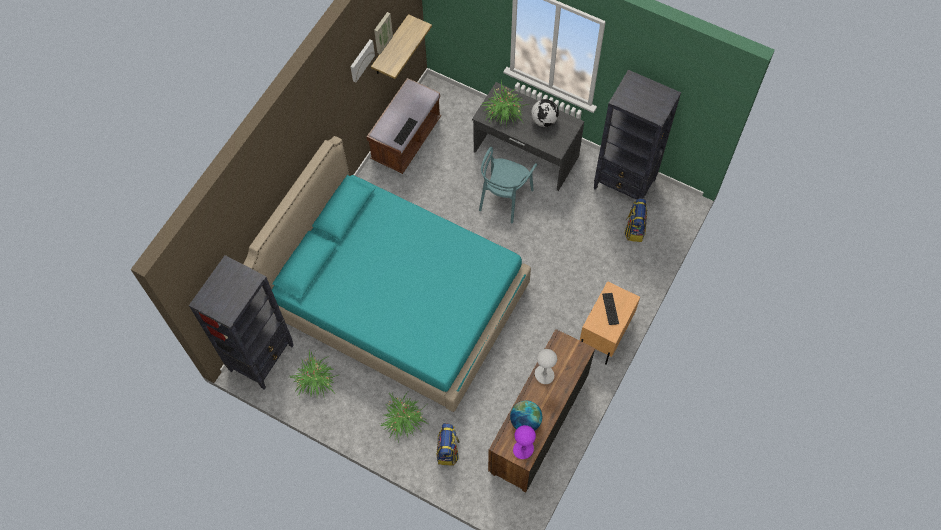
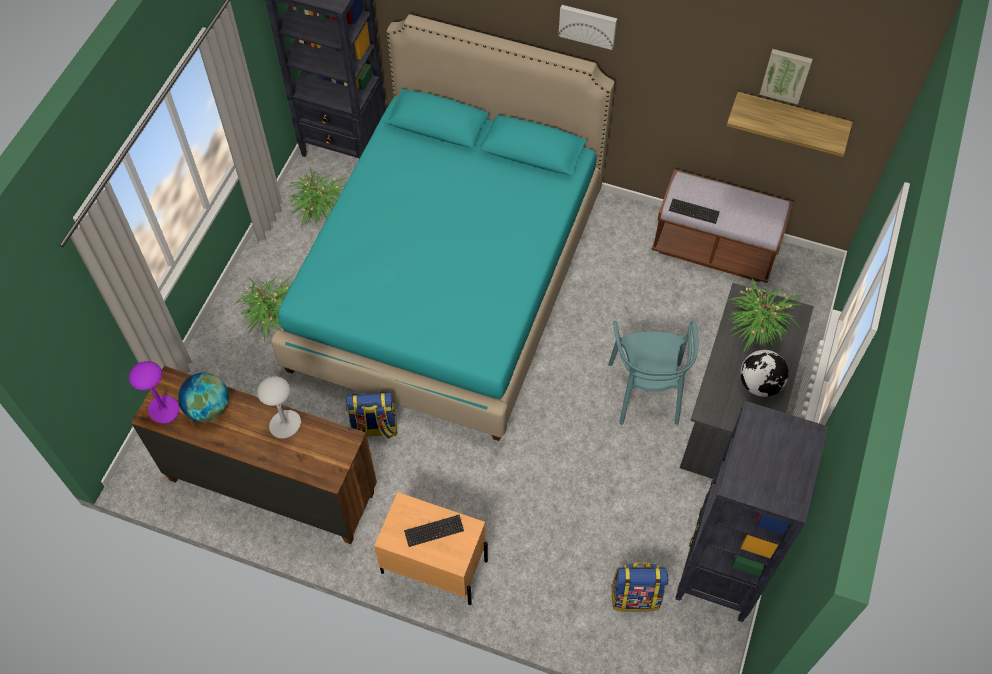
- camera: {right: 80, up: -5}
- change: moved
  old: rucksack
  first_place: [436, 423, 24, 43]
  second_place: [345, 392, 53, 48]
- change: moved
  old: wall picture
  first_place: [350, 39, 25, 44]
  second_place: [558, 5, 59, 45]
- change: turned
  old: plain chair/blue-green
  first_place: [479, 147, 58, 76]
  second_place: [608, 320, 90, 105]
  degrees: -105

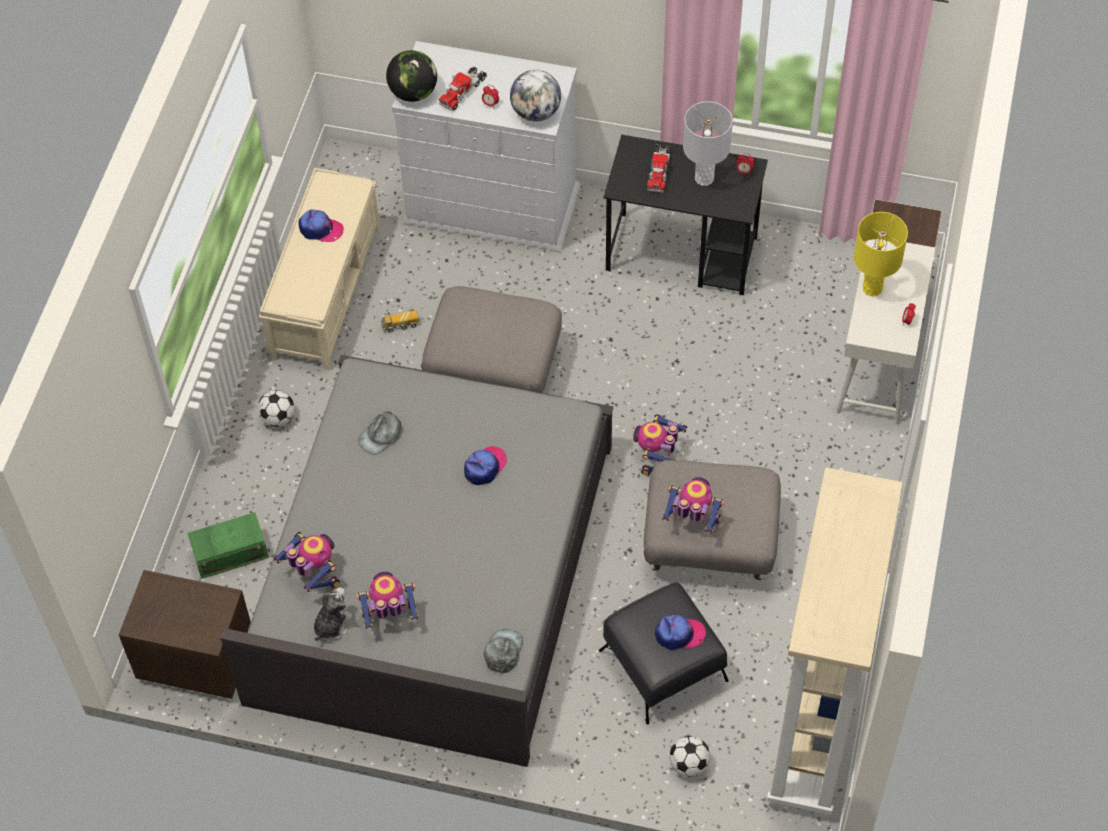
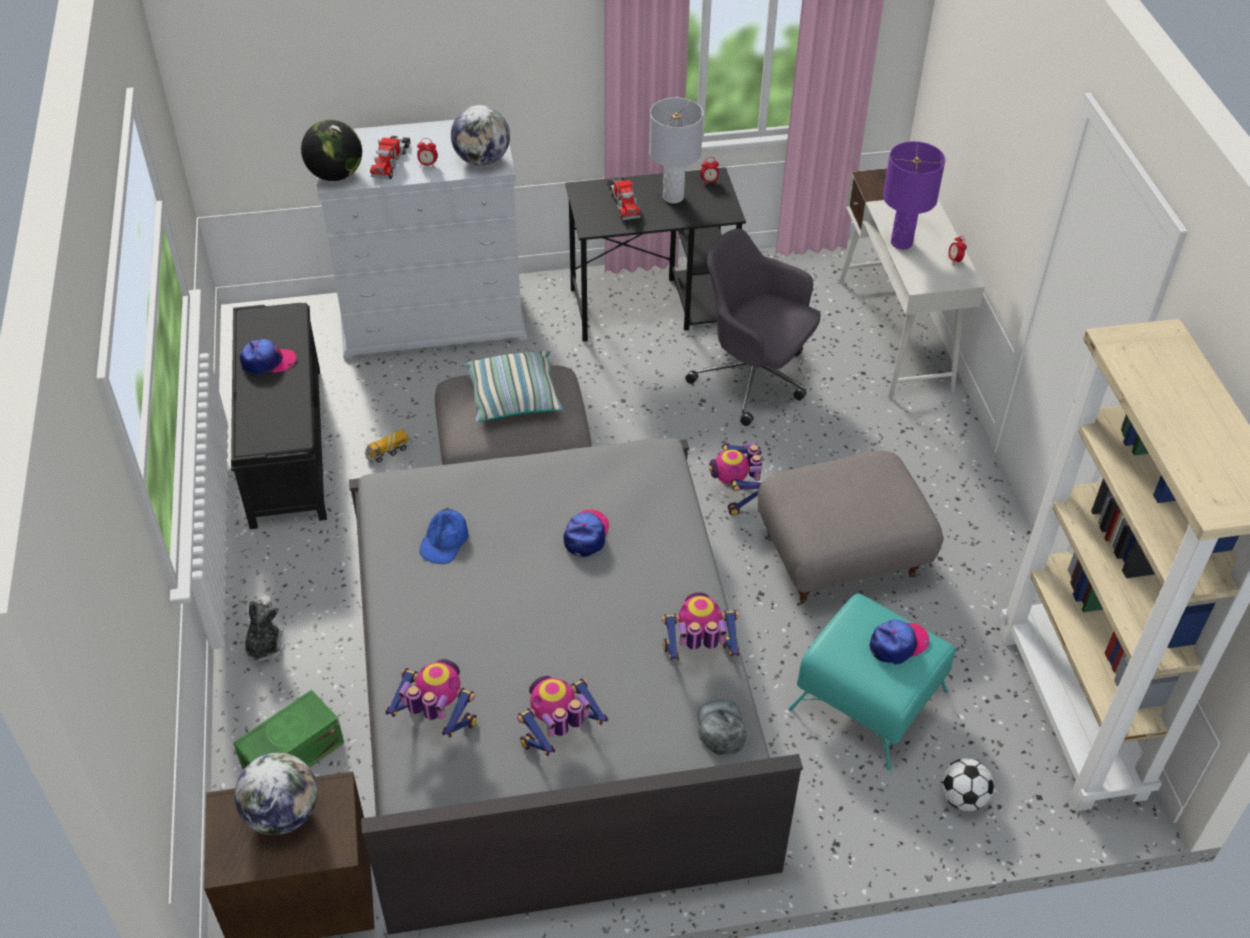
- camera: {right: -25, up: -10}
- change: recoloured
  old: bench/sand-coloured
  new: bench/blackish
  first_place: [259, 168, 121, 202]
  second_place: [231, 303, 96, 226]
- change: added
  new: world globe
  second_place: [235, 753, 82, 82]
- change: moved
  old: plush toy
  first_place: [314, 587, 38, 54]
  second_place: [244, 595, 41, 67]
- change: recoloured
  old: cap/greyish
  new: cap/bluish
  first_place: [358, 411, 44, 44]
  second_place: [420, 508, 49, 56]
- change: added
  new: pillow
  second_place: [464, 351, 99, 71]
- change: moved
  old: robot figure
  first_place: [662, 477, 62, 56]
  second_place: [662, 592, 78, 68]
- change: added
  new: office chair/greyish
  second_place: [685, 229, 136, 197]
- change: recoloured
  old: pouffe/blackish
  new: pouffe/blue-green
  first_place: [599, 582, 130, 143]
  second_place: [788, 593, 168, 178]
- change: recoloured
  old: tabletop lamp/yellow-coloured
  new: tabletop lamp/purple
  first_place: [854, 212, 54, 84]
  second_place: [883, 141, 63, 109]
- change: removed
  old: ball for football
  first_place: [258, 390, 37, 37]

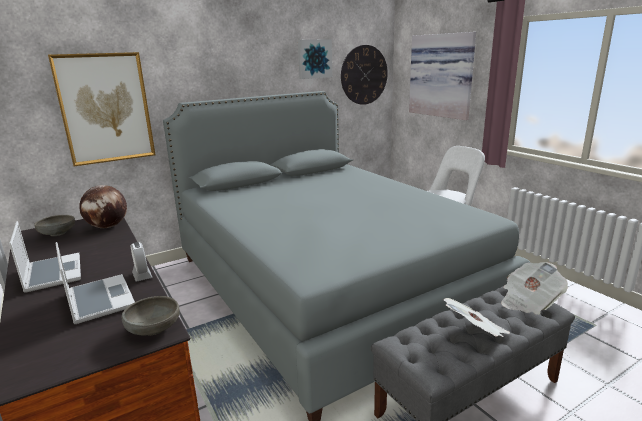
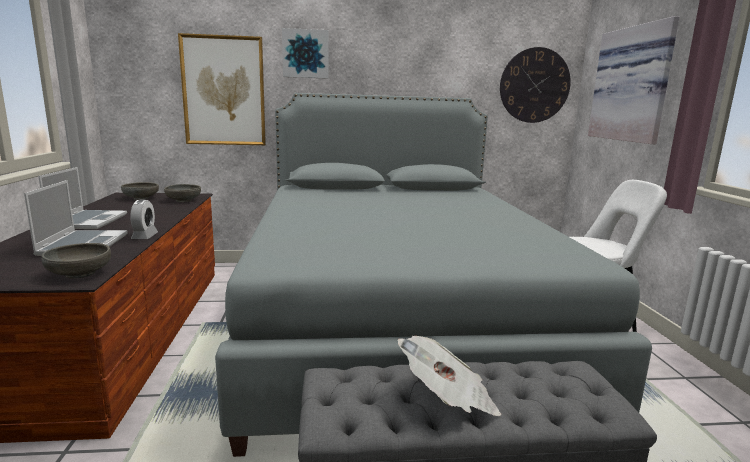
- camera: {right: 25, up: -5}
- change: replaced
  old: world globe
  new: serving bowl/greyish
  first_place: [79, 185, 48, 43]
  second_place: [164, 184, 37, 18]
- change: moved
  old: wall picture
  first_place: [298, 39, 34, 40]
  second_place: [282, 28, 47, 51]
- change: removed
  old: daily paper
  first_place: [501, 262, 67, 53]

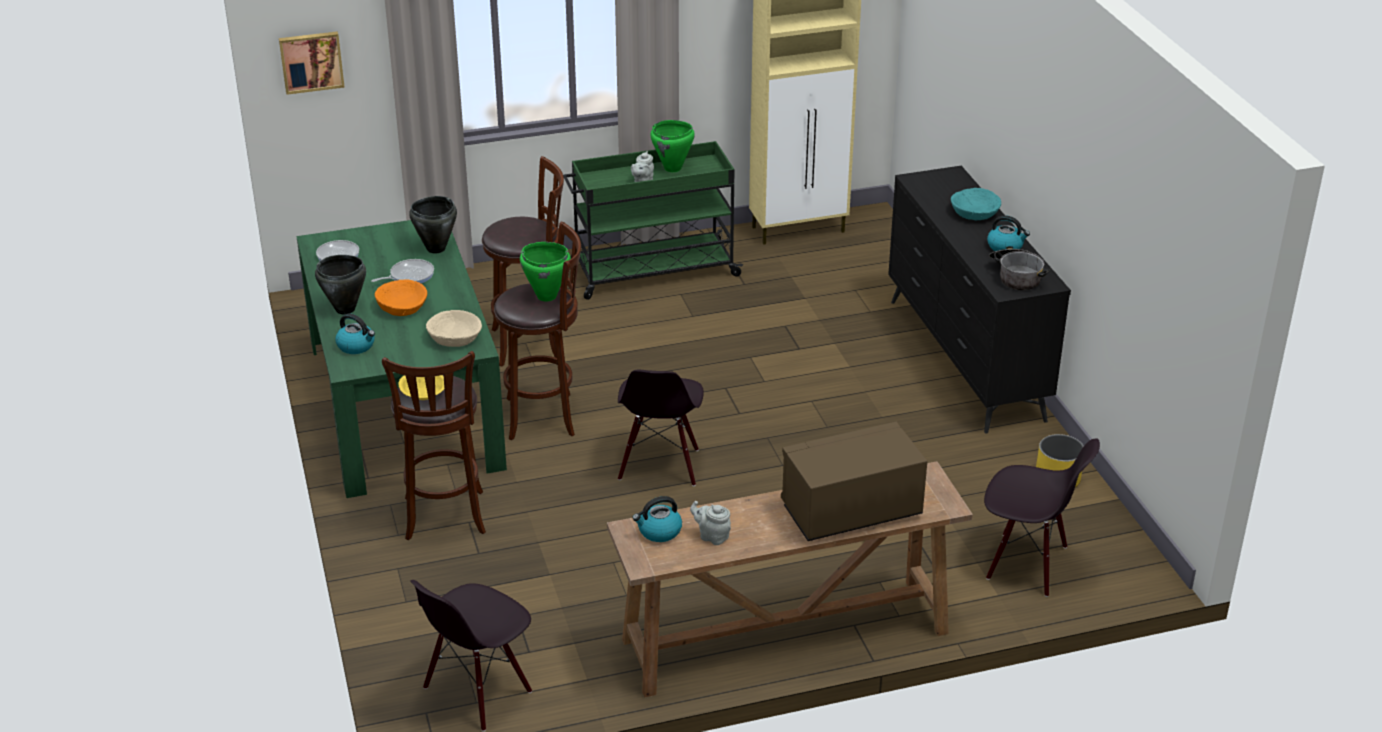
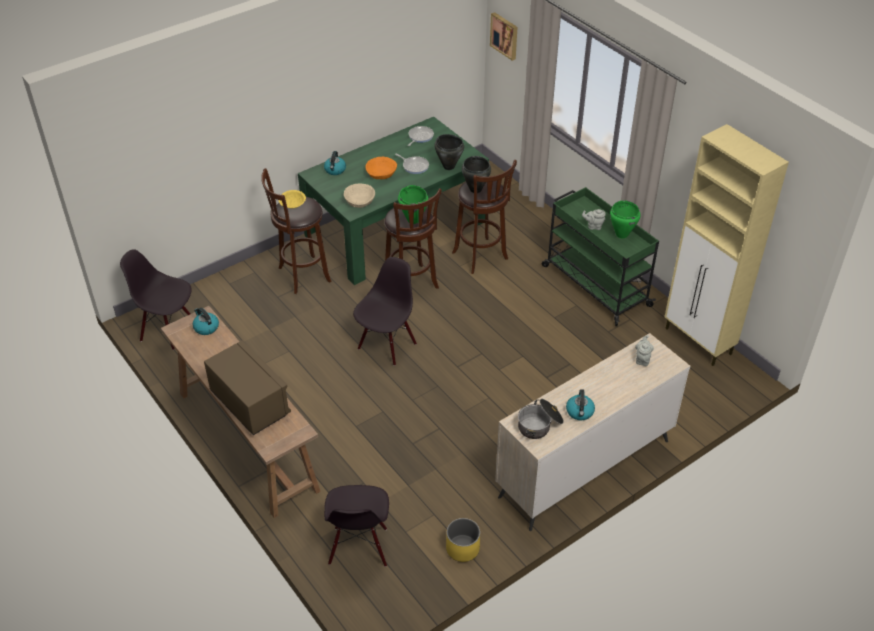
- camera: {right: 70, up: 10}
- change: turned
  old: plain chair/blackish
  first_place: [618, 370, 86, 116]
  second_place: [353, 257, 64, 109]
  degrees: 135
- change: moved
  old: saucepot/blackish
  first_place: [315, 255, 51, 60]
  second_place: [462, 156, 29, 37]
- change: recoloured
  old: chest of drawers/blackish
  new: chest of drawers/sand-coloured
  first_place: [888, 166, 183, 267]
  second_place: [495, 333, 195, 198]
- change: moved
  old: teapot/greyish
  first_place: [690, 501, 41, 44]
  second_place: [635, 335, 19, 31]
- change: removed
  old: serving bowl/blue-green
  first_place: [951, 188, 50, 33]

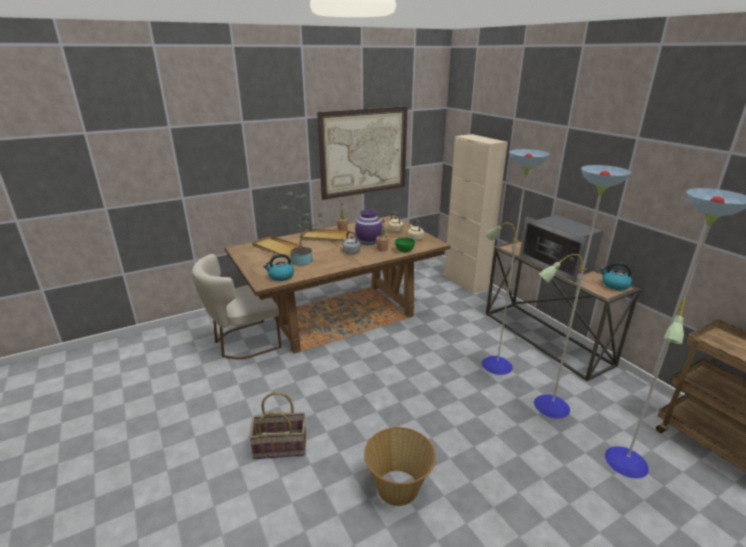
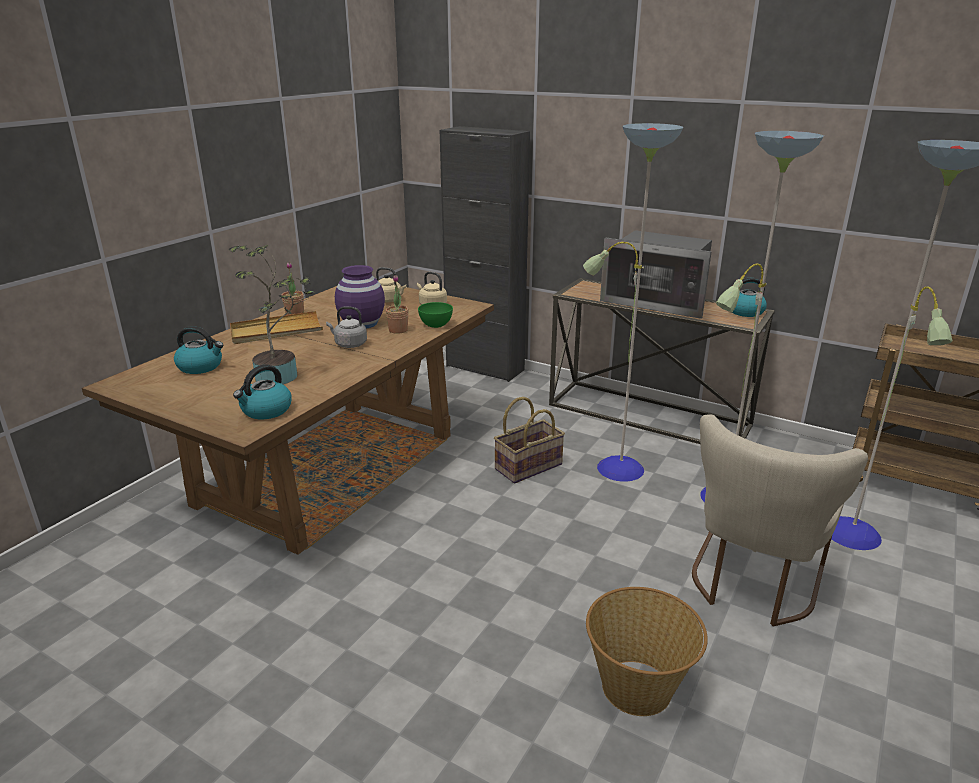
- camera: {right: -30, up: 0}
- change: replaced
  old: carrying tray/sand-coloured
  new: water kettle
  first_place: [252, 236, 51, 20]
  second_place: [174, 326, 49, 48]
- change: recoloured
  old: cupboard/sand-coloured
  new: cupboard/blackish
  first_place: [444, 134, 64, 160]
  second_place: [440, 126, 90, 256]
- change: moved
  old: storage basket
  first_place: [249, 392, 57, 67]
  second_place: [494, 397, 71, 87]
- change: moved
  old: plain chair/sand-coloured
  first_place: [192, 254, 89, 105]
  second_place: [692, 414, 176, 212]
- change: removed
  old: wall picture
  first_place: [317, 106, 91, 94]

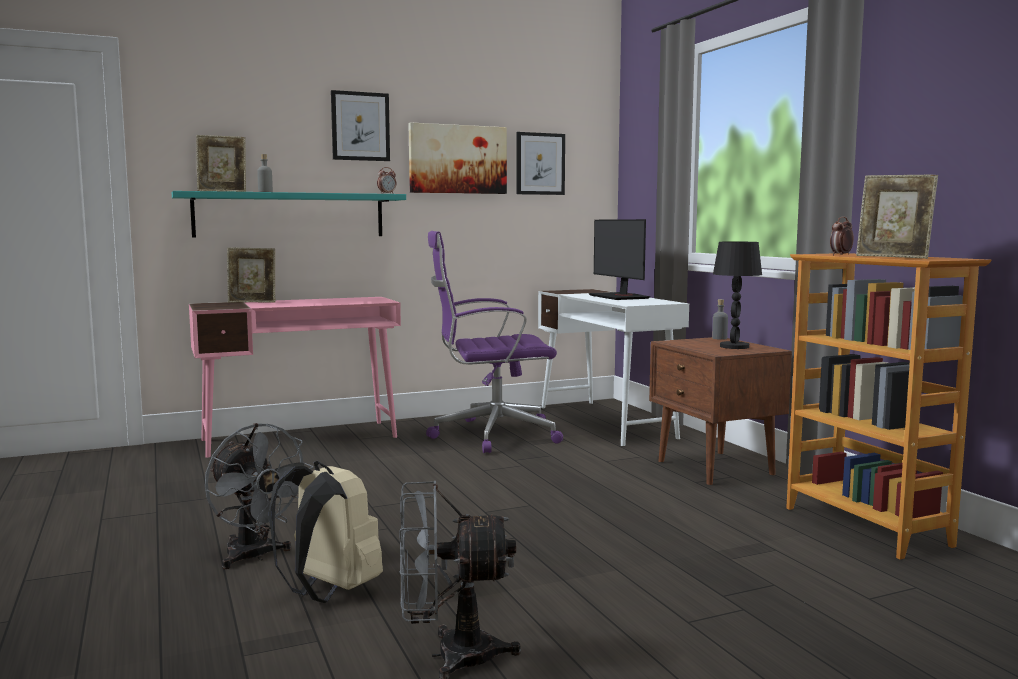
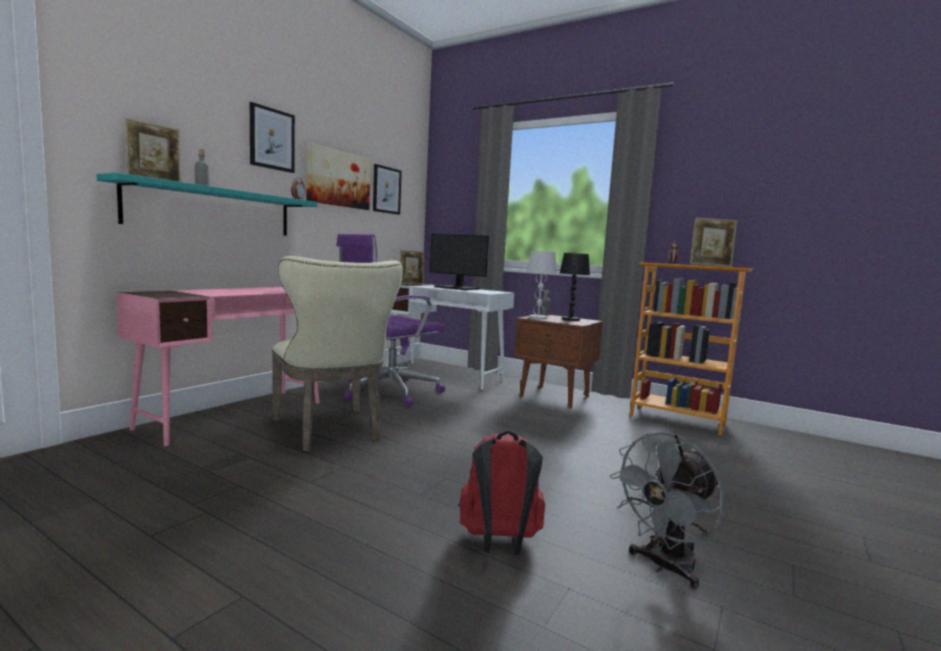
- camera: {right: -35, up: 0}
- change: added
  new: plain chair/sand-coloured
  second_place: [272, 256, 131, 195]
- change: moved
  old: picture frame
  first_place: [227, 247, 48, 56]
  second_place: [400, 250, 24, 34]
- change: recoloured
  old: rucksack/sand-coloured
  new: rucksack/reddish
  first_place: [269, 461, 114, 142]
  second_place: [459, 431, 86, 124]
- change: added
  new: tabletop lamp/whitish
  second_place: [527, 251, 30, 68]
- change: removed
  old: electric fan/greyish
  first_place: [205, 423, 109, 146]

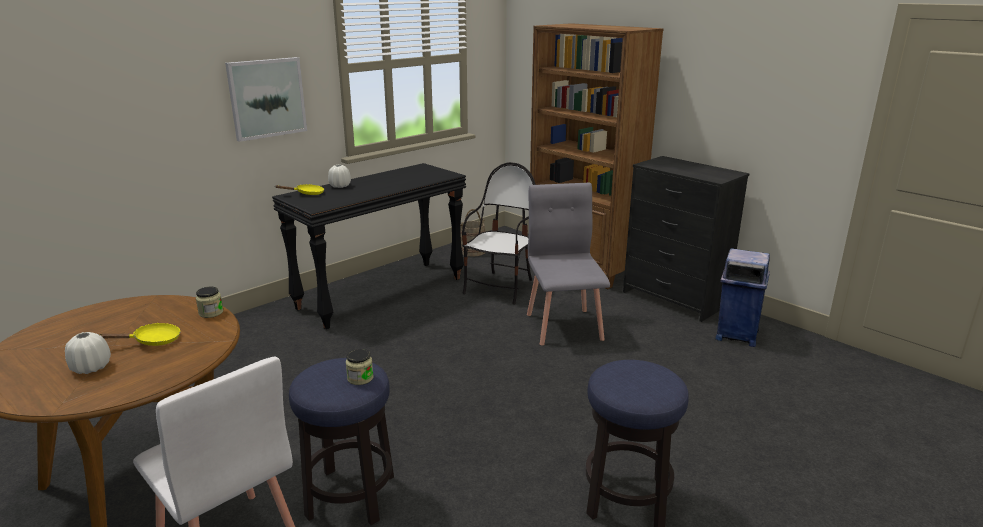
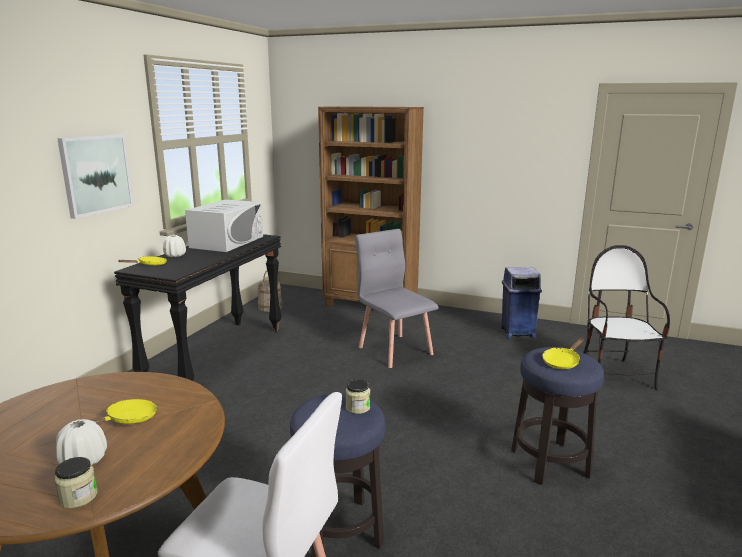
- camera: {right: -25, up: -5}
- change: moved
  old: preserve jar
  first_place: [196, 287, 27, 31]
  second_place: [54, 457, 43, 52]
- change: added
  new: kitchen microwave/whitish
  second_place: [185, 199, 78, 53]
- change: added
  new: frying pan/yellow-coloured
  second_place: [542, 338, 42, 31]
- change: moved
  old: plain chair
  first_place: [462, 162, 74, 143]
  second_place: [583, 245, 87, 145]
- change: removed
  old: chest of drawers/blackish
  first_place: [623, 156, 127, 166]

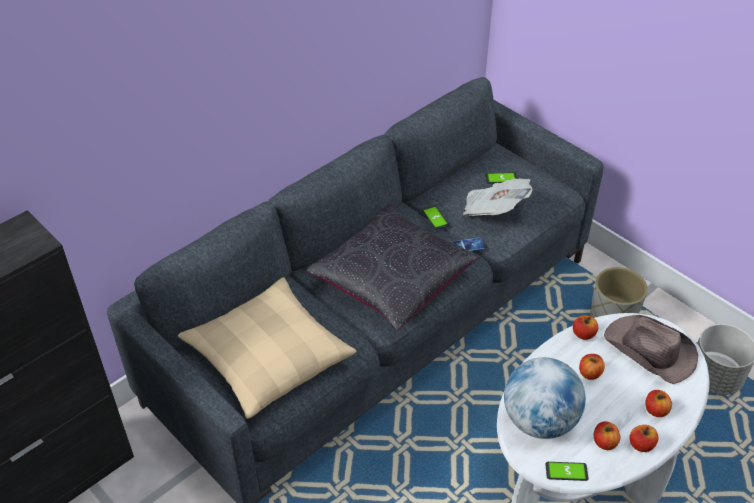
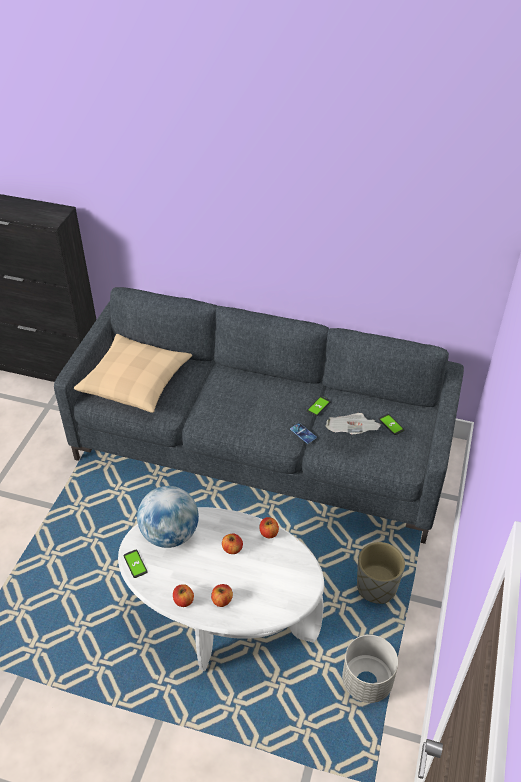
- camera: {right: 60, up: 0}
- change: removed
  old: pillow/blackish
  first_place: [306, 205, 174, 126]
- change: removed
  old: apple
  first_place: [594, 421, 26, 29]
- change: removed
  old: wearable hat/brownish
  first_place: [604, 315, 94, 69]

